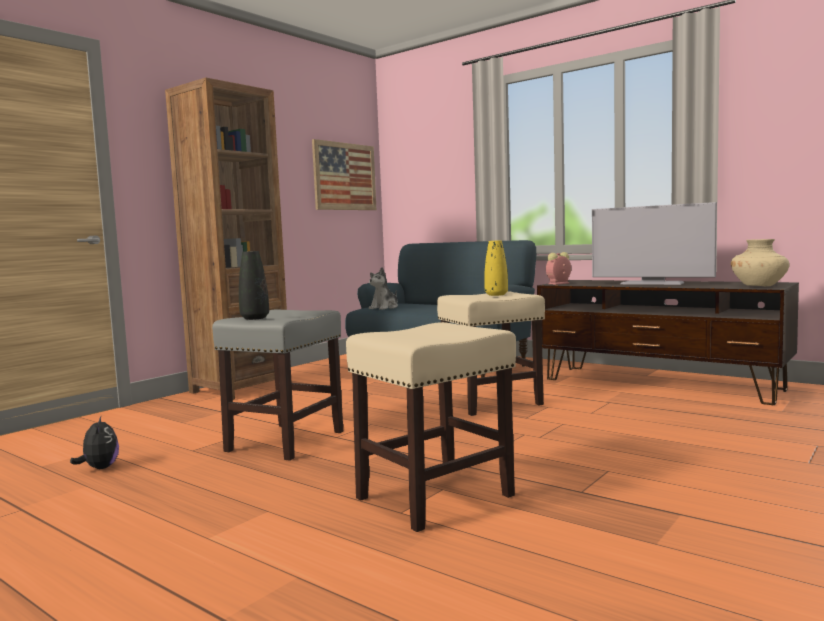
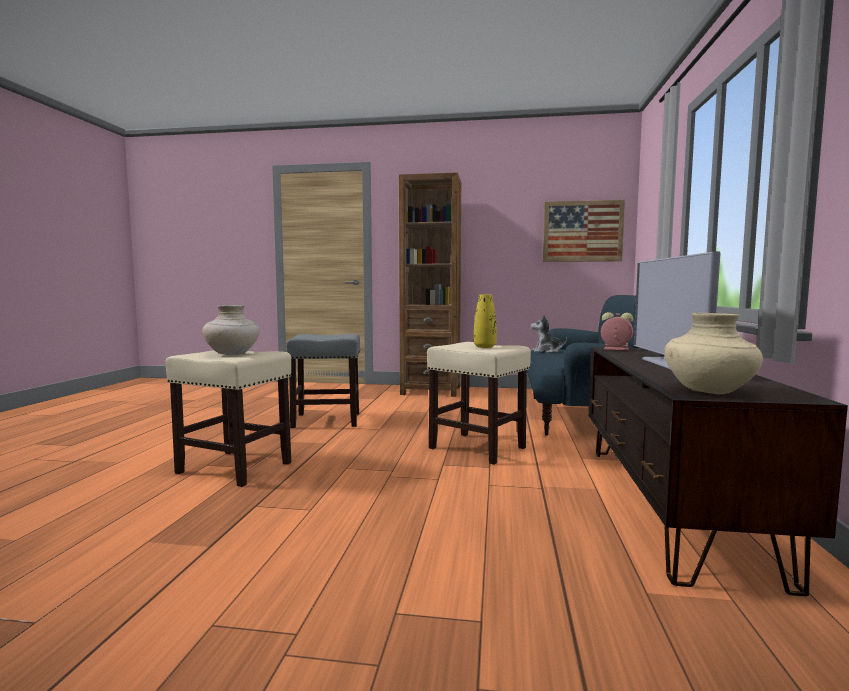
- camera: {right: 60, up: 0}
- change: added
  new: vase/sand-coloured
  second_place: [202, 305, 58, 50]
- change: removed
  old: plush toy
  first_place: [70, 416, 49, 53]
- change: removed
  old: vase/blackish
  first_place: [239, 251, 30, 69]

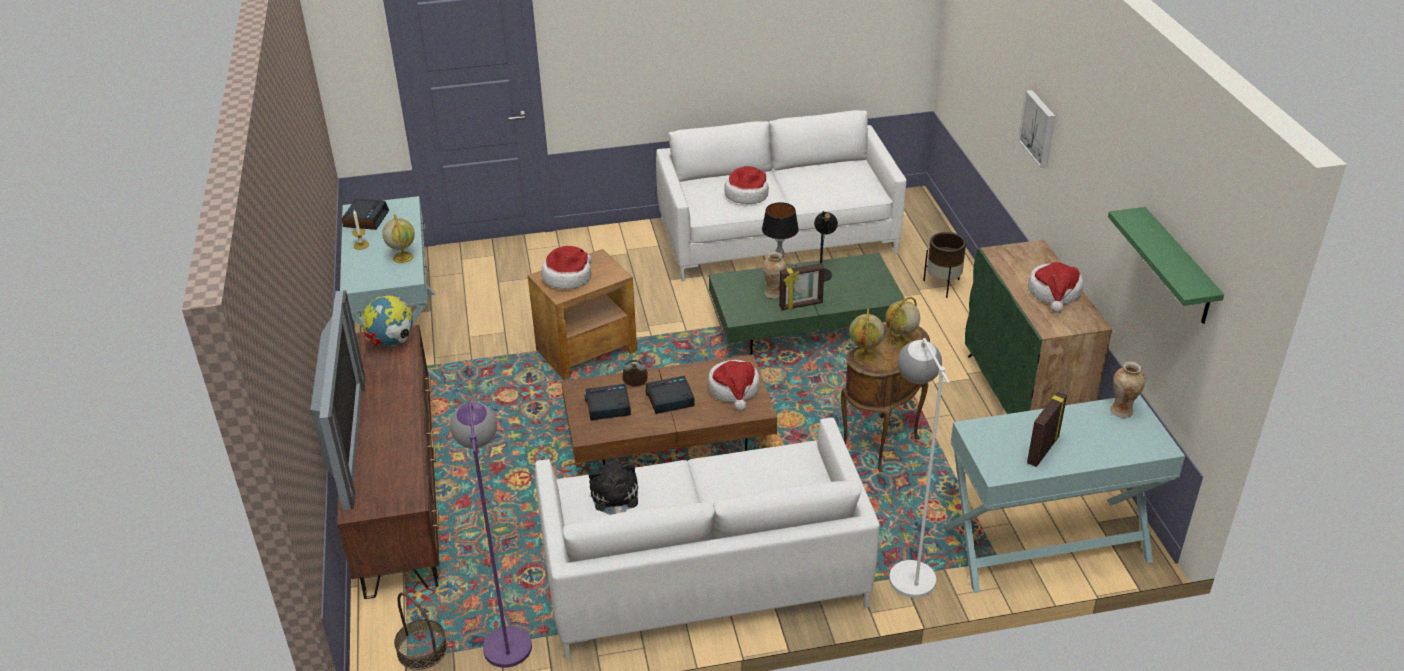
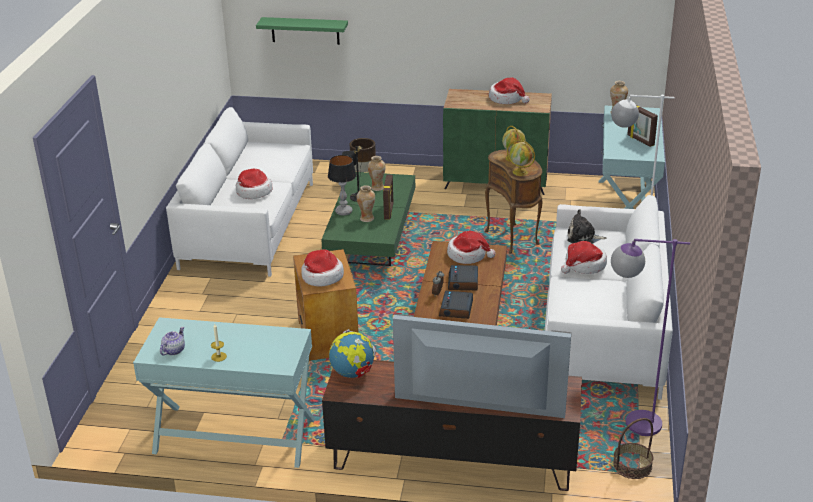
- camera: {right: -70, up: -5}
- change: replaced
  old: table clock
  new: teapot
  first_place: [342, 199, 47, 31]
  second_place: [160, 327, 25, 28]
- change: moved
  old: shelf/greenish
  first_place: [1108, 207, 116, 117]
  second_place: [256, 17, 92, 28]
- change: added
  new: vase
  second_place: [368, 156, 18, 35]
- change: added
  new: wearable hat
  second_place: [561, 241, 46, 33]
- change: moved
  old: plush toy
  first_place: [589, 462, 49, 53]
  second_place: [567, 210, 40, 34]
- change: removed
  old: world globe
  first_place: [382, 214, 33, 49]
- change: removed
  old: wall picture
  first_place: [1018, 90, 37, 78]

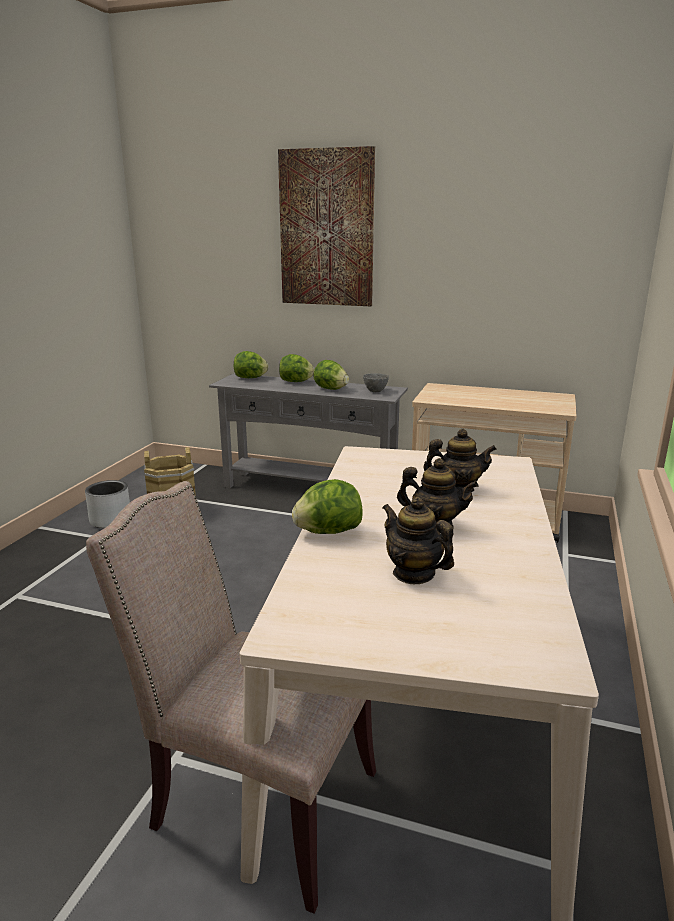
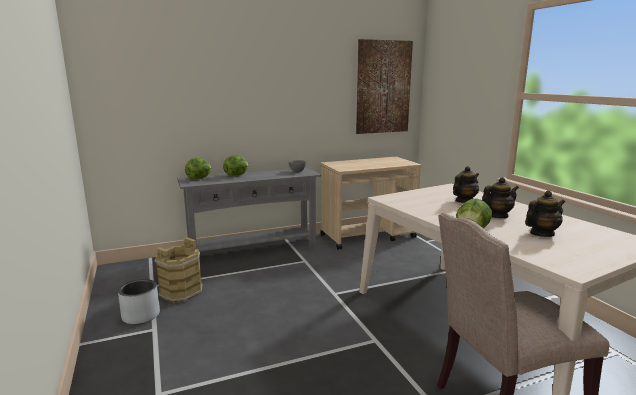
- camera: {right: -40, up: -5}
- change: moved
  old: wall picture
  first_place: [278, 146, 97, 160]
  second_place: [356, 39, 57, 95]
- change: turned
  old: teapot
  first_place: [382, 497, 72, 87]
  second_place: [525, 190, 40, 47]
  degrees: 150
- change: removed
  old: lettuce head
  first_place: [313, 360, 36, 30]

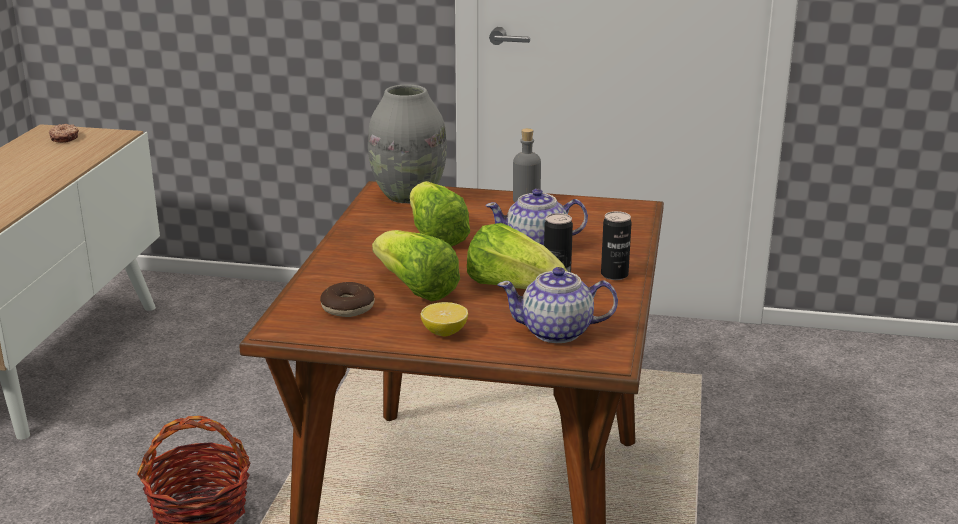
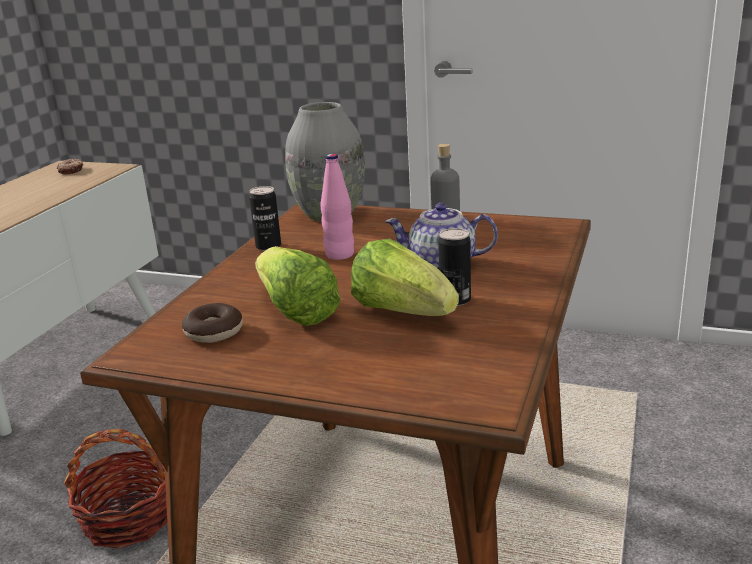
- camera: {right: 10, up: 0}
- change: moved
  old: sealed can
  first_place: [601, 211, 31, 69]
  second_place: [249, 186, 32, 65]
- change: replaced
  old: lettuce head
  new: beverage bottle/pinkish
  first_place: [410, 181, 60, 66]
  second_place: [321, 154, 33, 106]
- change: removed
  old: whole lemon
  first_place: [421, 302, 47, 34]
- change: removed
  old: teapot
  first_place: [497, 267, 121, 76]

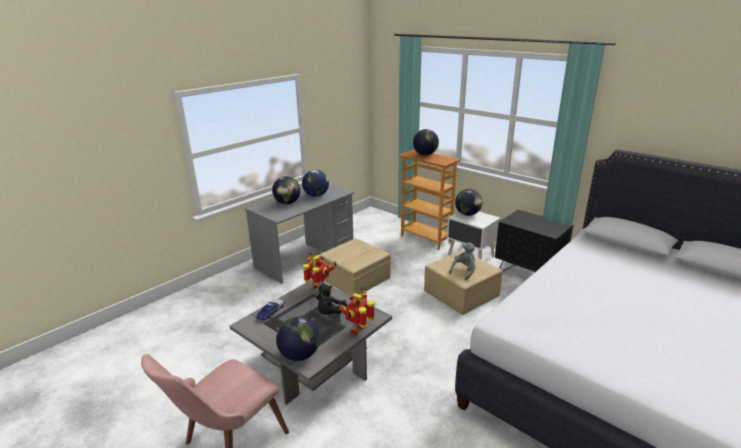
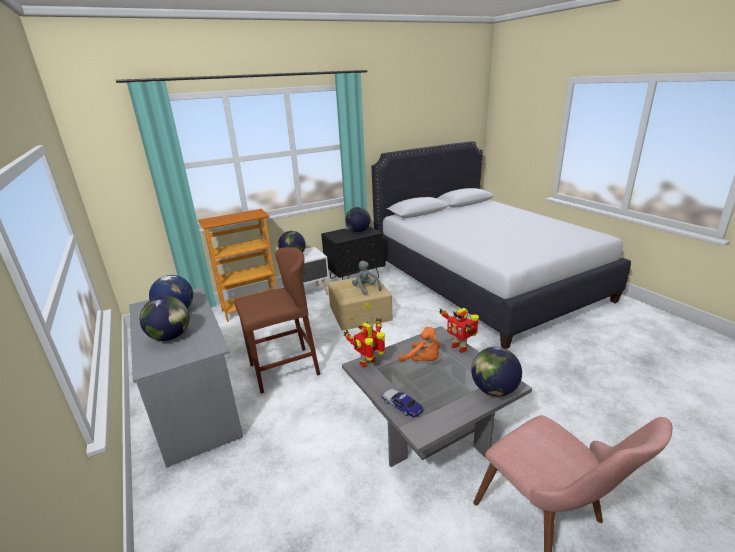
- camera: {right: -70, up: 0}
- change: replaced
  old: storage box/sand-coloured
  new: stool seat/brownish
  first_place: [319, 238, 72, 58]
  second_place: [234, 247, 86, 146]
- change: moved
  old: world globe
  first_place: [413, 129, 26, 26]
  second_place: [346, 207, 25, 25]
- change: recoloured
  old: plush toy/blackish
  new: plush toy/orangey
  first_place: [316, 284, 31, 31]
  second_place: [399, 327, 41, 35]

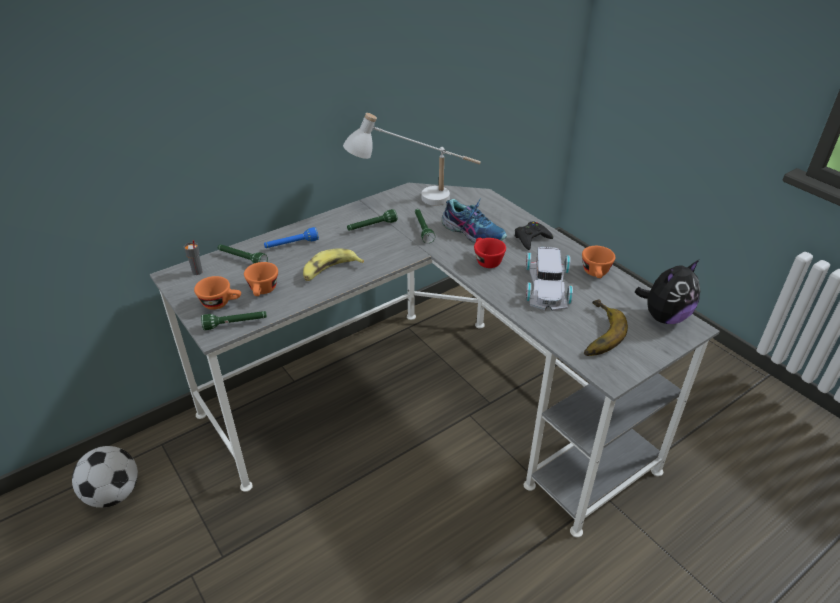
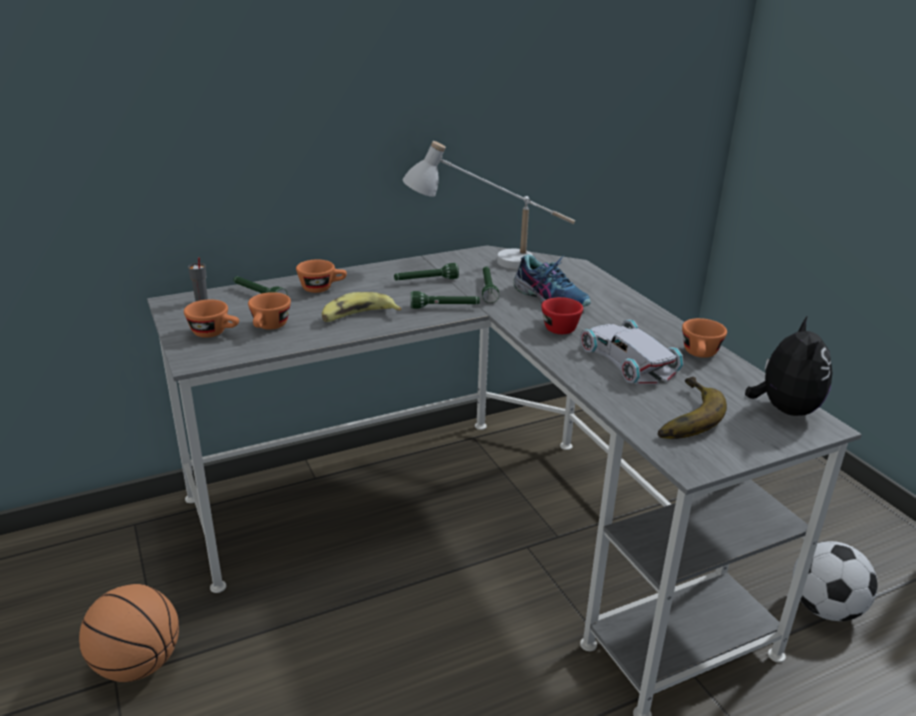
- camera: {right: 10, up: -10}
- change: added
  new: basketball
  second_place: [79, 584, 100, 98]
- change: replaced
  old: torch/bluish
  new: cup/orangey
  first_place: [264, 227, 55, 21]
  second_place: [296, 260, 51, 33]
- change: moved
  old: torch/greenish
  first_place: [201, 311, 66, 19]
  second_place: [411, 291, 69, 18]
- change: turned
  old: model car/whitish
  first_place: [526, 247, 47, 64]
  second_place: [580, 319, 104, 66]
  degrees: 135
- change: turned
  old: plush toy
  first_place: [635, 260, 65, 64]
  second_place: [745, 317, 88, 99]
  degrees: -60
- change: moved
  old: ball for football
  first_place: [72, 446, 66, 62]
  second_place: [793, 541, 85, 80]
- change: removed
  old: joypad/blackish
  first_place: [514, 221, 39, 29]

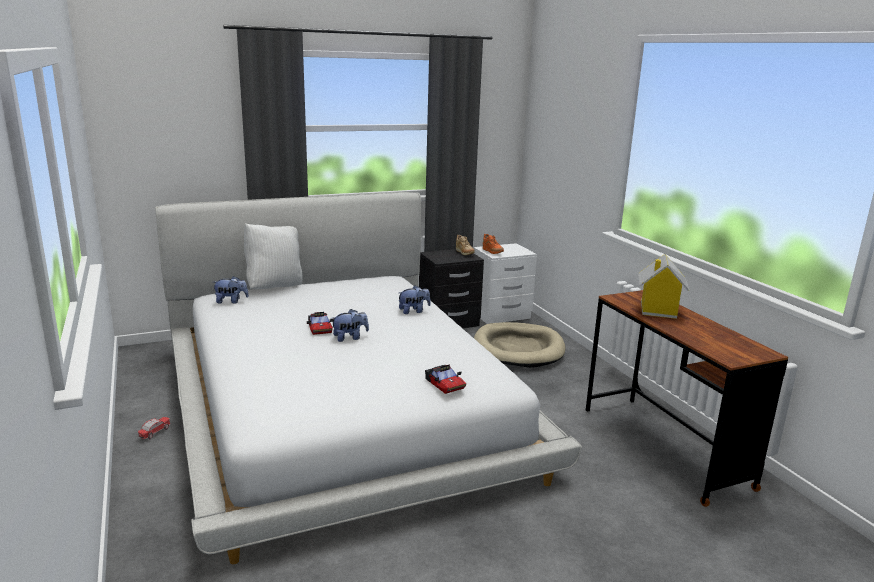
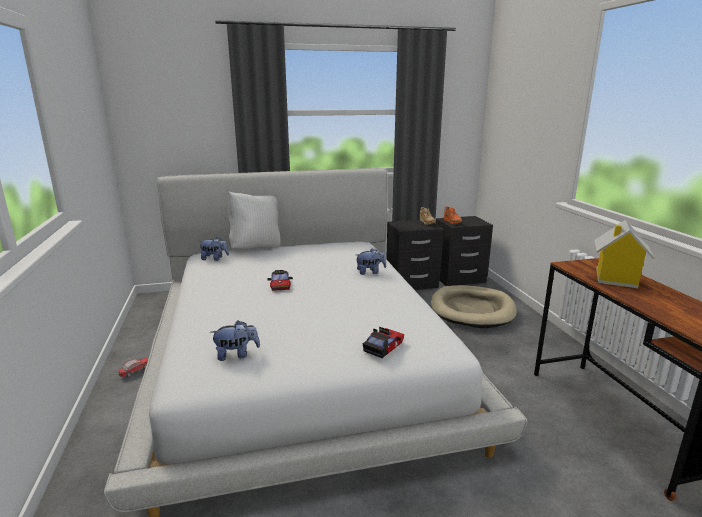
- camera: {right: 10, up: 0}
- change: moved
  old: plush toy
  first_place: [331, 309, 38, 33]
  second_place: [210, 320, 50, 41]
- change: turned
  old: model car
  first_place: [425, 365, 41, 29]
  second_place: [362, 327, 42, 31]
  degrees: -120
- change: recoloured
  old: nightstand/whitish
  new: nightstand/blackish
  first_place: [474, 243, 63, 81]
  second_place: [436, 216, 57, 70]

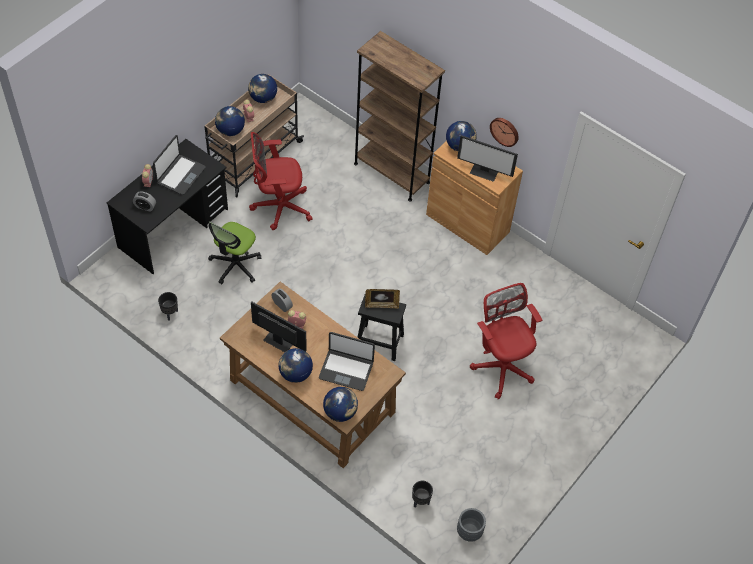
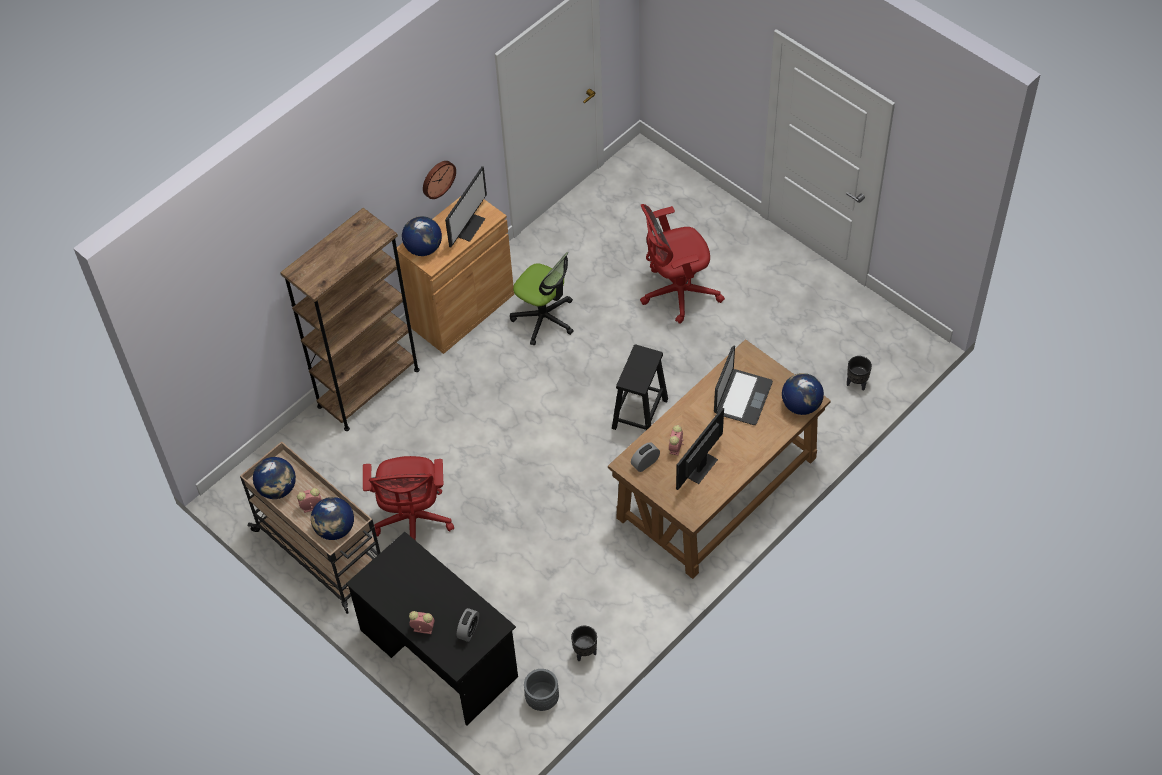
- camera: {right: -80, up: 0}
- change: moved
  old: office chair
  first_place: [208, 221, 53, 63]
  second_place: [510, 252, 64, 94]
- change: moved
  old: plant pot/greyish
  first_place: [457, 508, 29, 34]
  second_place: [524, 669, 35, 42]
- change: removed
  old: portable computer
  first_place: [153, 135, 53, 60]
- change: removed
  old: world globe
  first_place: [278, 348, 35, 35]
- change: removed
  old: picture frame
  first_place: [365, 289, 35, 20]

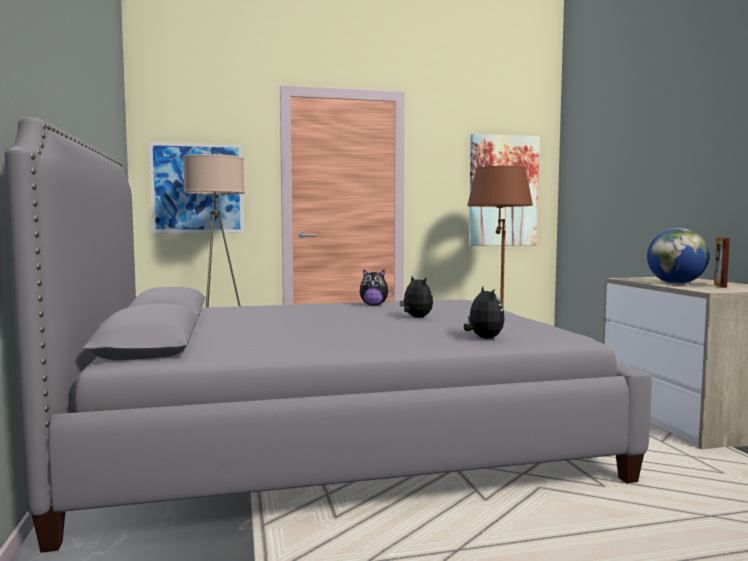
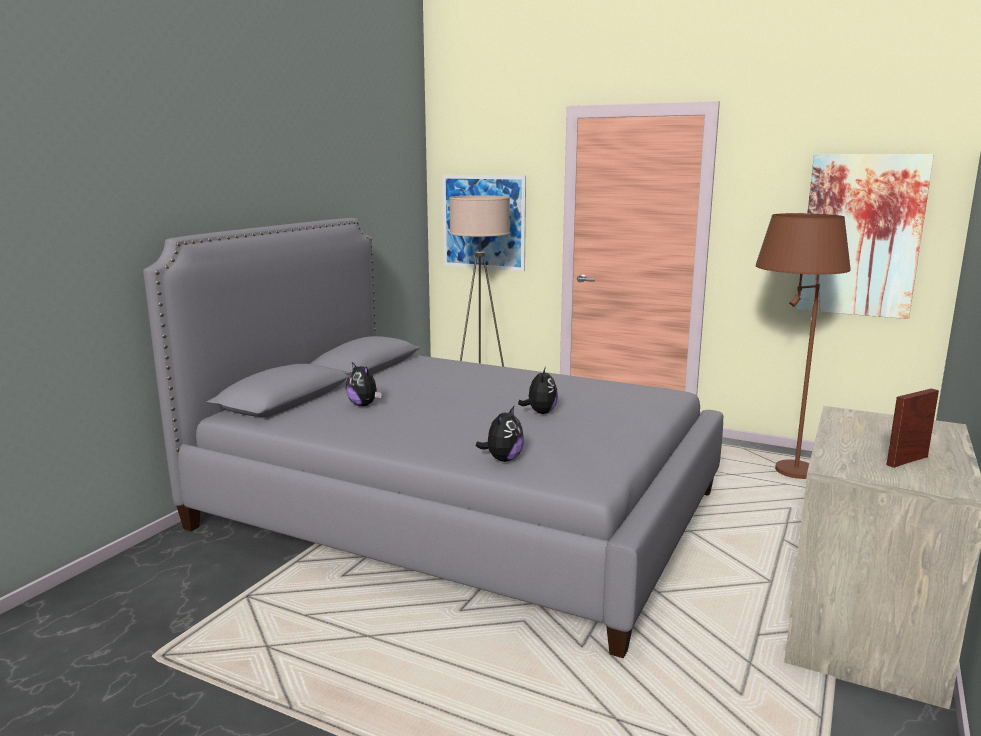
- camera: {right: 40, up: 10}
- change: moved
  old: plush toy
  first_place: [359, 269, 32, 37]
  second_place: [346, 362, 36, 44]
- change: removed
  old: world globe
  first_place: [647, 228, 63, 56]

